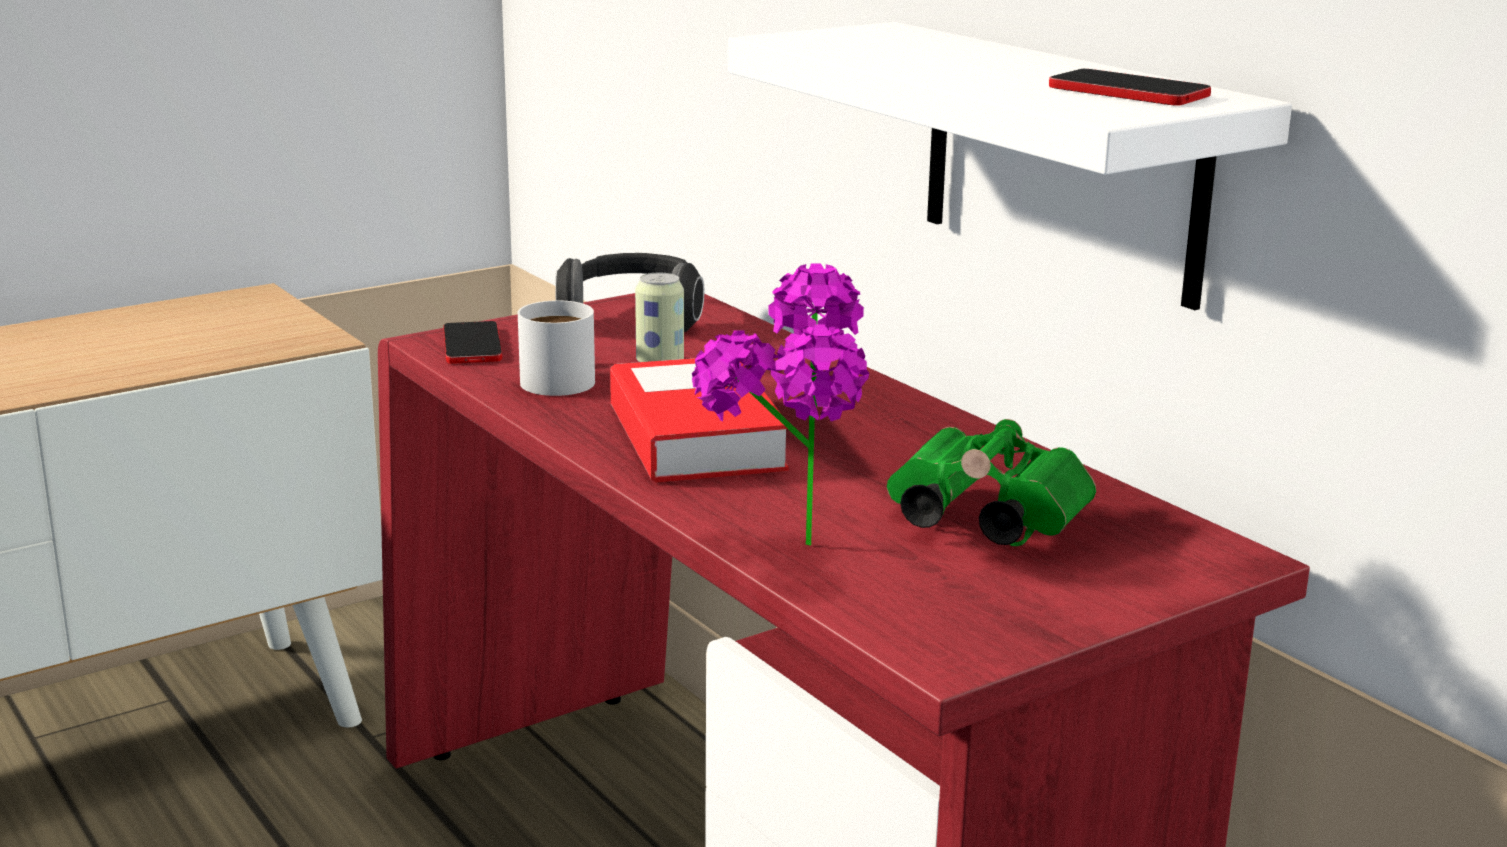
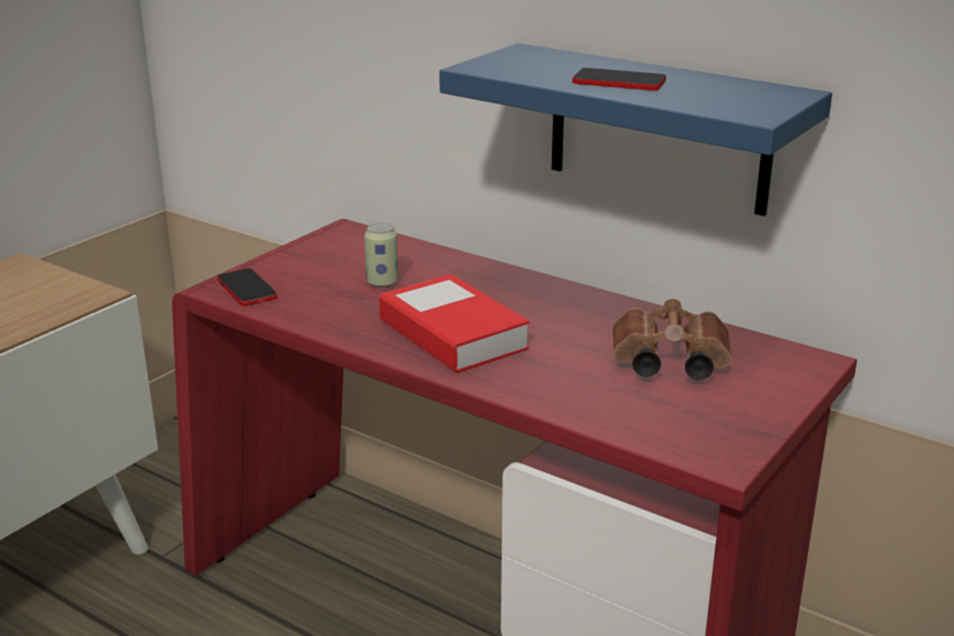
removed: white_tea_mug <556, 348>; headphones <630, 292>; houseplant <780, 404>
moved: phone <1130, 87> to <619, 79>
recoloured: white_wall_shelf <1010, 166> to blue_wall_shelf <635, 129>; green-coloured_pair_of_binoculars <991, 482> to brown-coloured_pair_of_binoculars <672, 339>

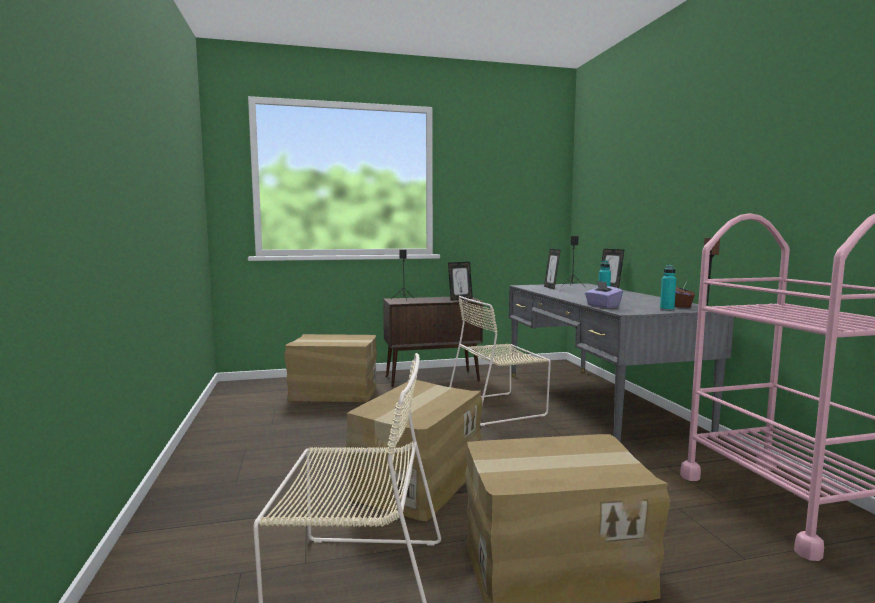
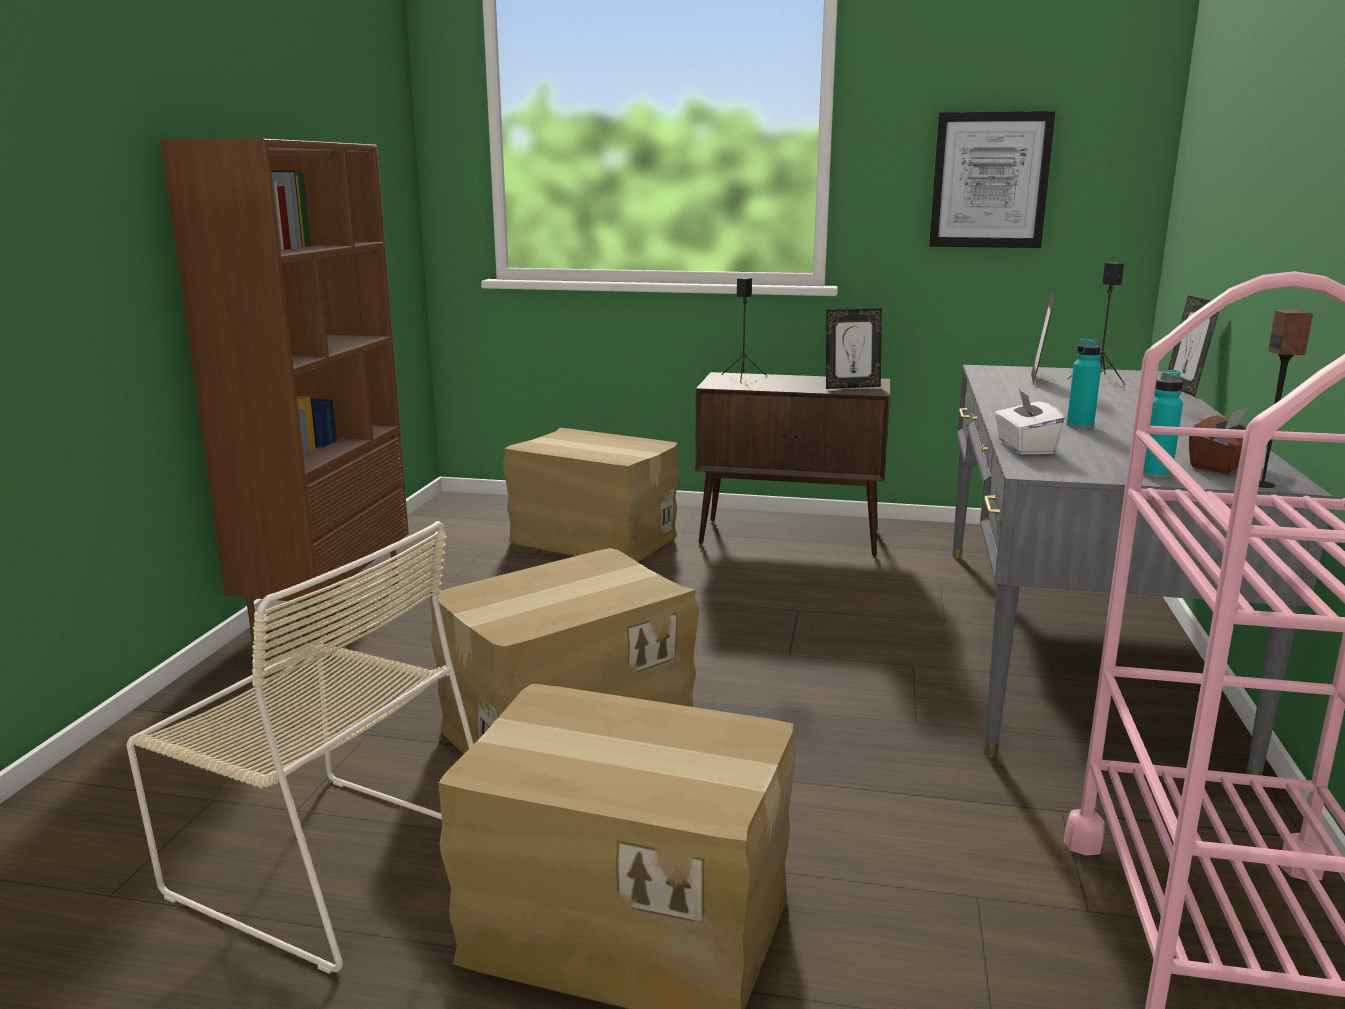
removed: sand-coloured_plain_chair <500, 361>
added: brown-coloured_shelving_unit <284, 391>; picture <992, 179>
recoloured: purple_tissue_holder <604, 294> to white_tissue_holder <1030, 421>

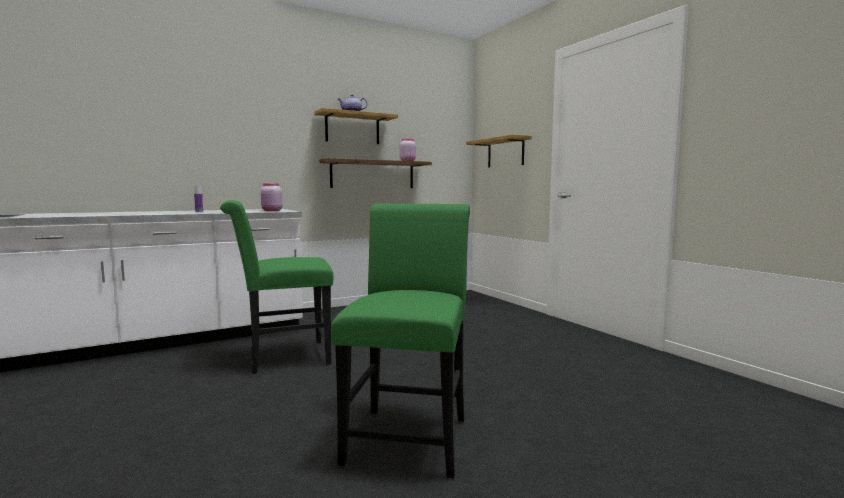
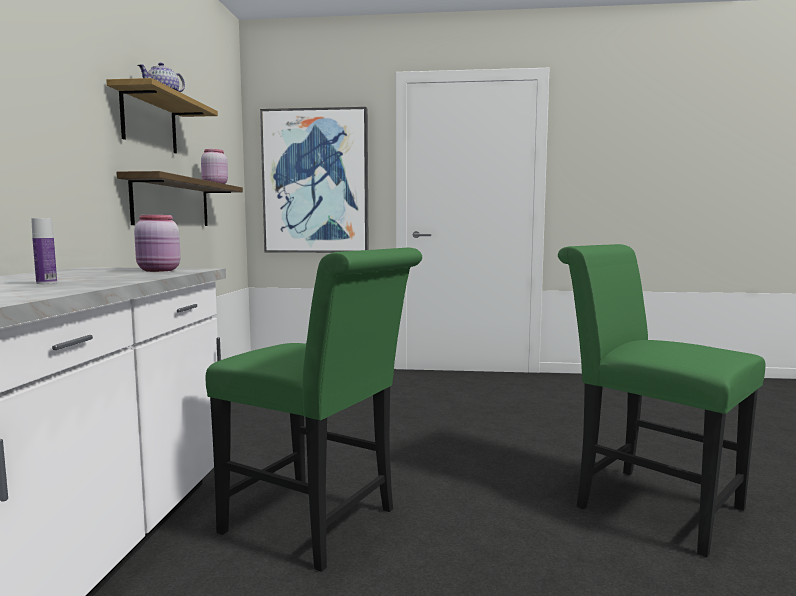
replaced: wall_shelf <499, 150> to picture <314, 180>
turned: green-coloured_plain_chair <277, 287> = <314, 410> 75 degrees counterclockwise

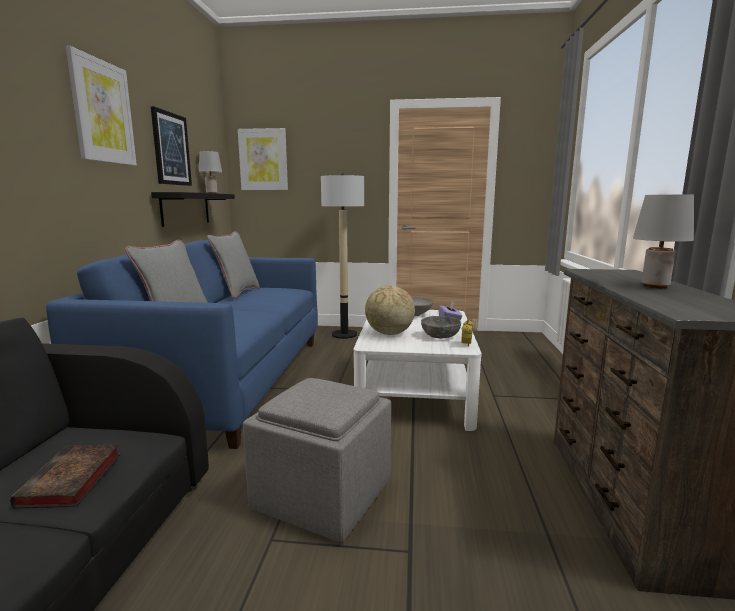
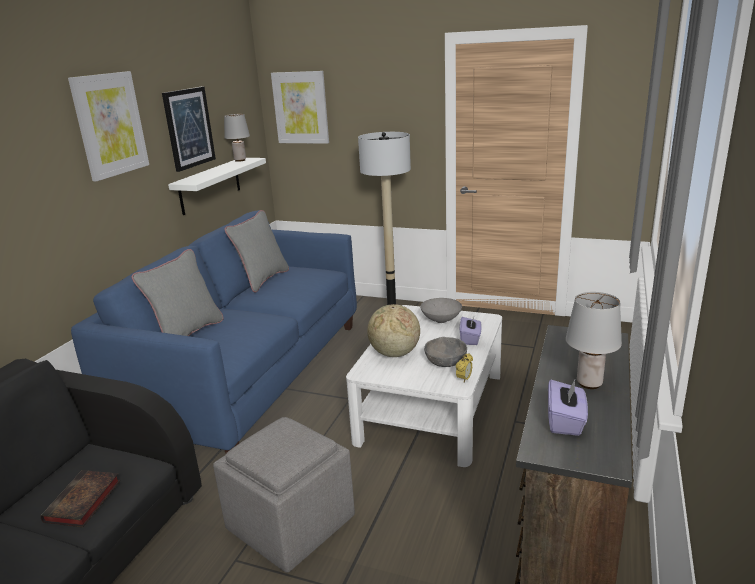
added: purple_tissue_holder <568, 408>
recoloured: blackish_wall_shelf <193, 209> to white_wall_shelf <217, 186>

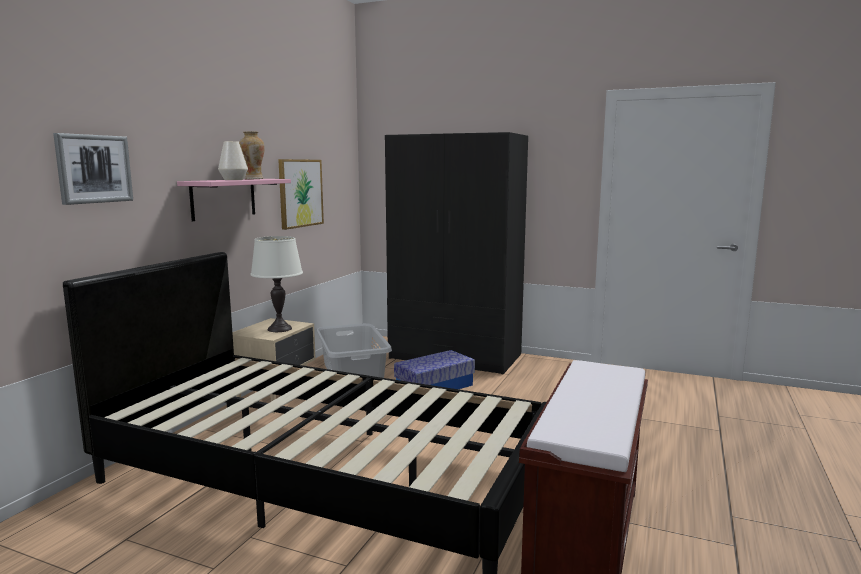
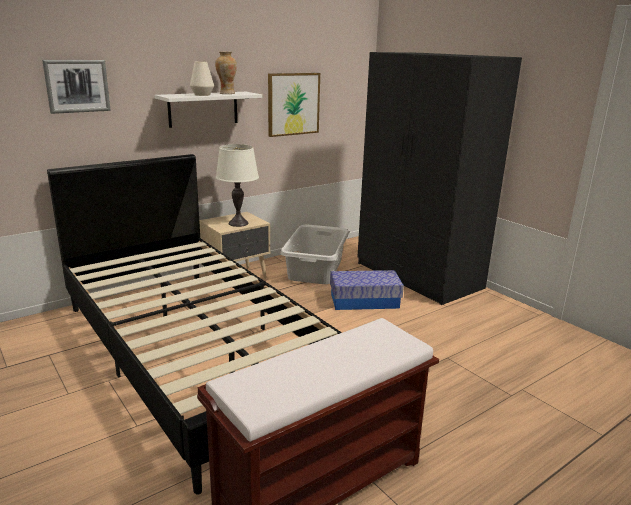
recoloured: pinkish_wall_shelf <234, 200> to white_wall_shelf <208, 110>

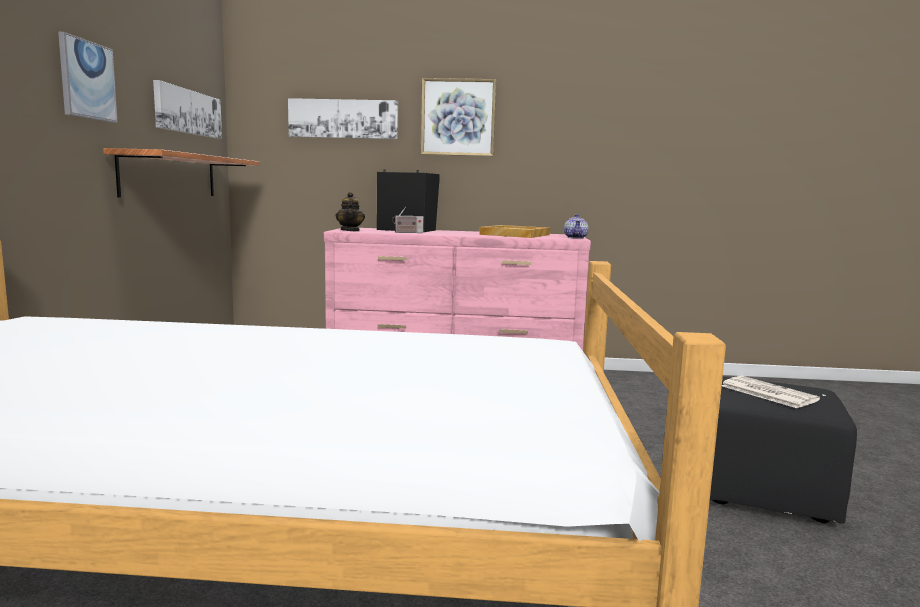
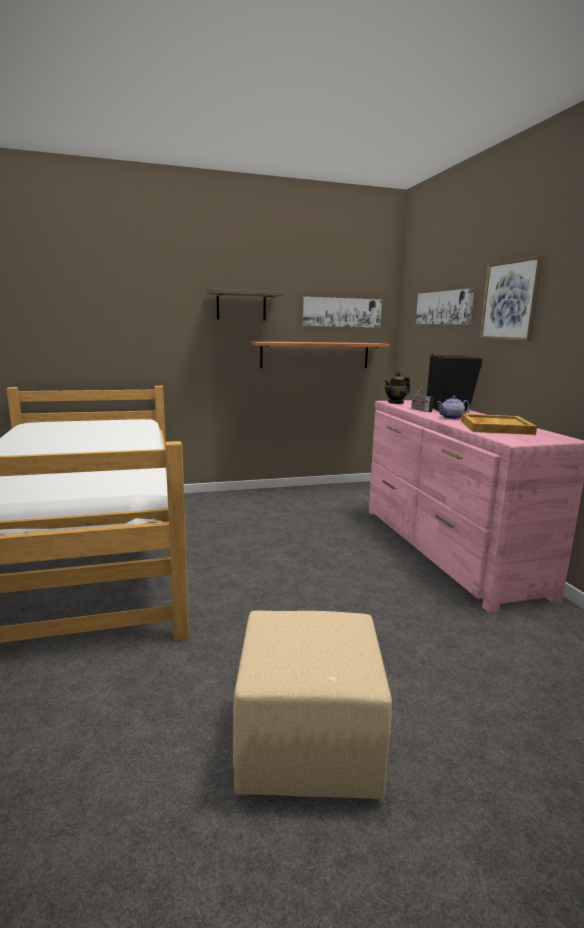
removed: printed_paper <771, 392>
moved: pot_for_tea <576, 226> to <453, 407>
replaced: picture <88, 77> to wall_shelf <244, 304>
recoloured: blackish_ottoman <783, 450> to sand-coloured_ottoman <312, 705>

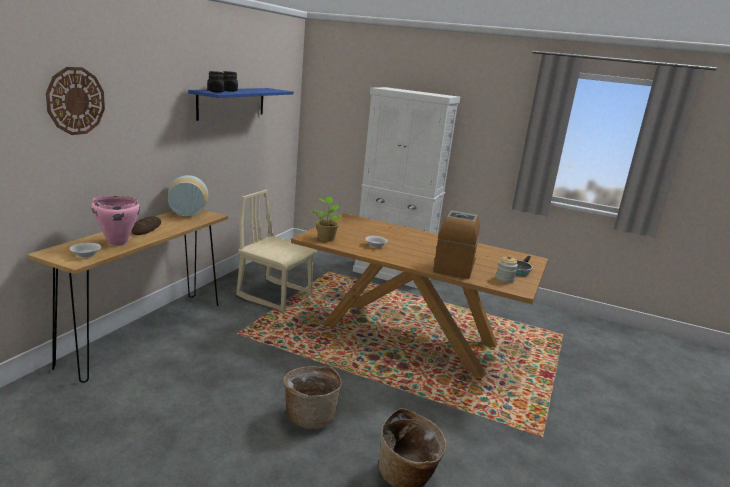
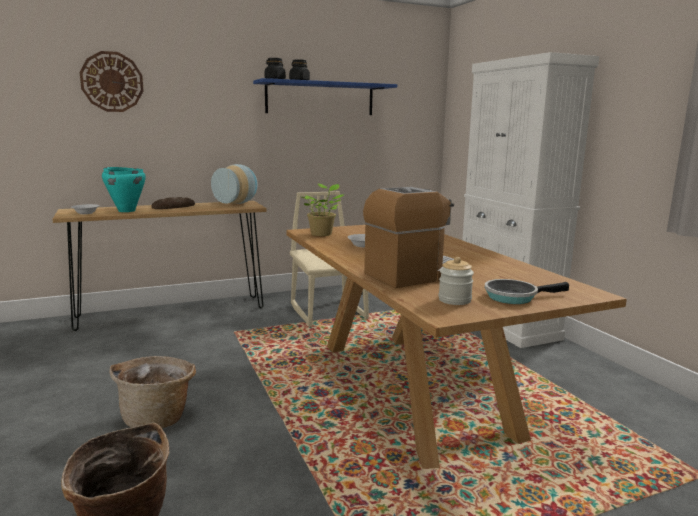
recoloured: pinkish_stockpot <115, 221> to blue-green_stockpot <124, 189>

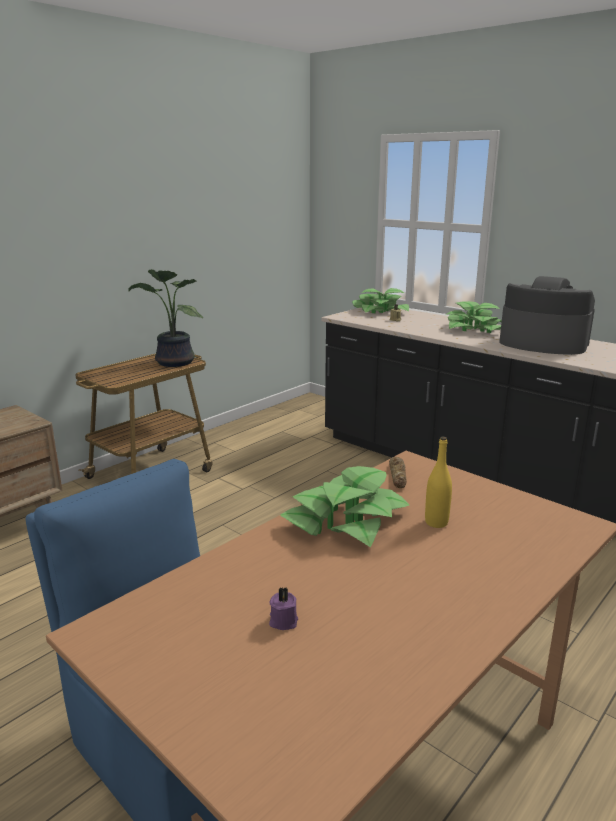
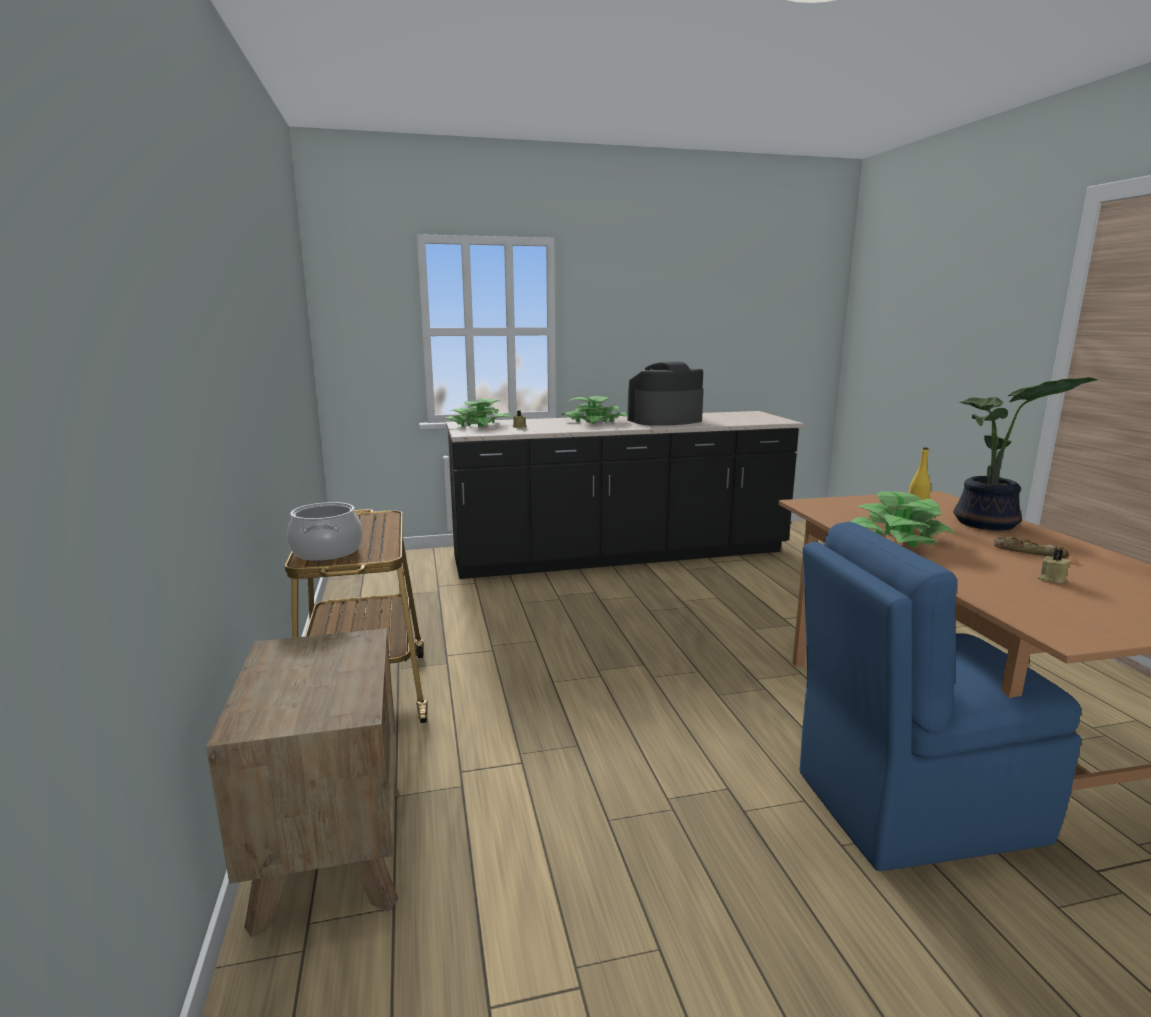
added: stockpot <325, 531>
moved: houseplant <165, 318> to <1026, 454>; baked_bread <398, 472> to <1031, 547>
recoloured: purple_wax_candle <283, 609> to sand-coloured_wax_candle <1054, 566>

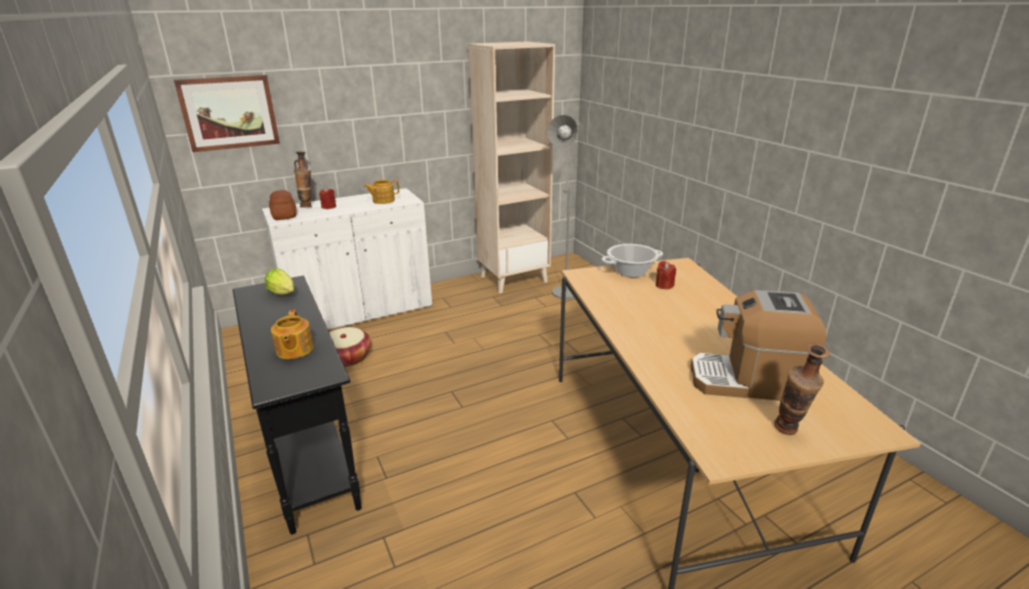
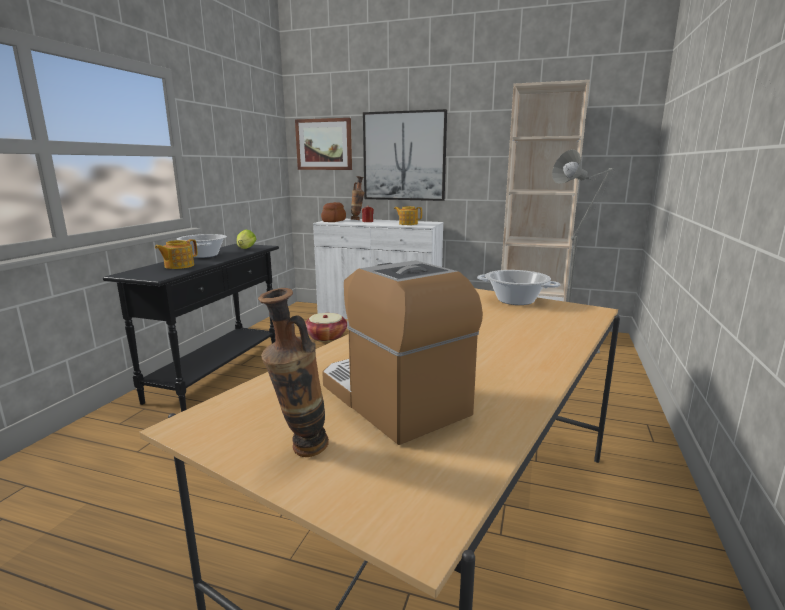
removed: red-coloured_wax_candle <666, 275>
added: stockpot <202, 246>; picture <405, 155>

